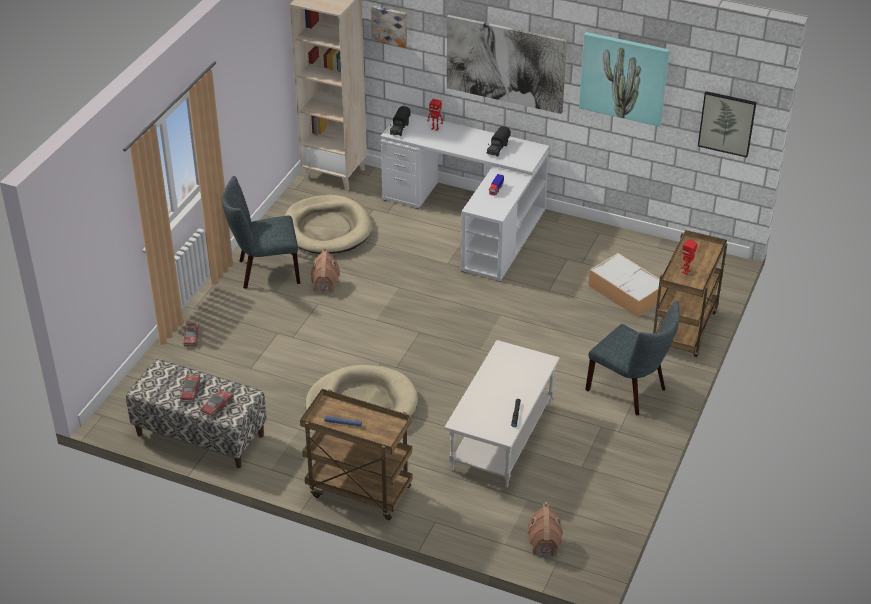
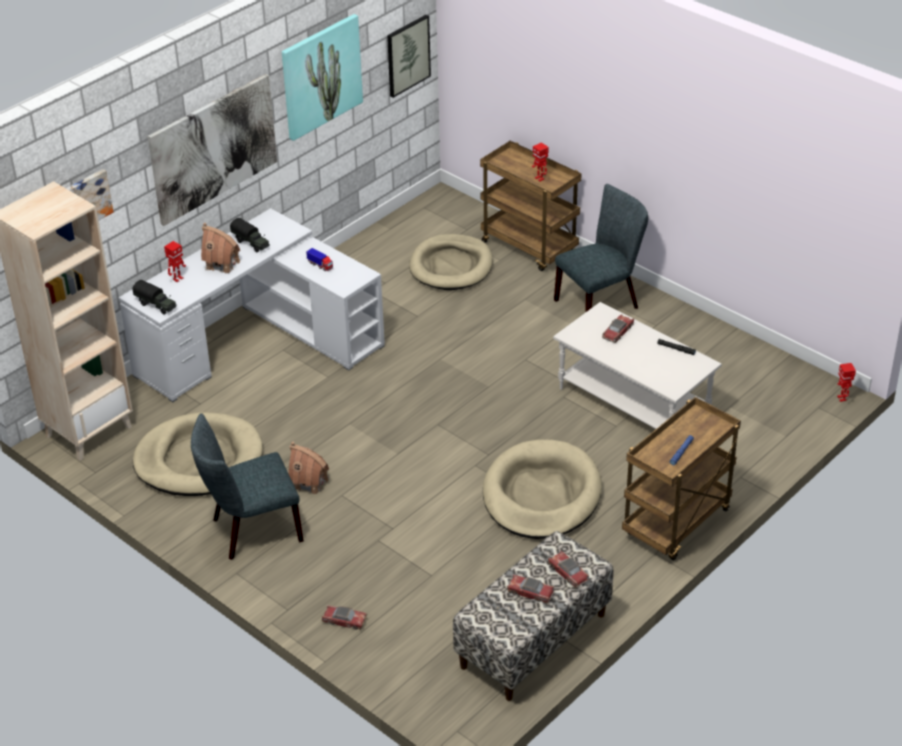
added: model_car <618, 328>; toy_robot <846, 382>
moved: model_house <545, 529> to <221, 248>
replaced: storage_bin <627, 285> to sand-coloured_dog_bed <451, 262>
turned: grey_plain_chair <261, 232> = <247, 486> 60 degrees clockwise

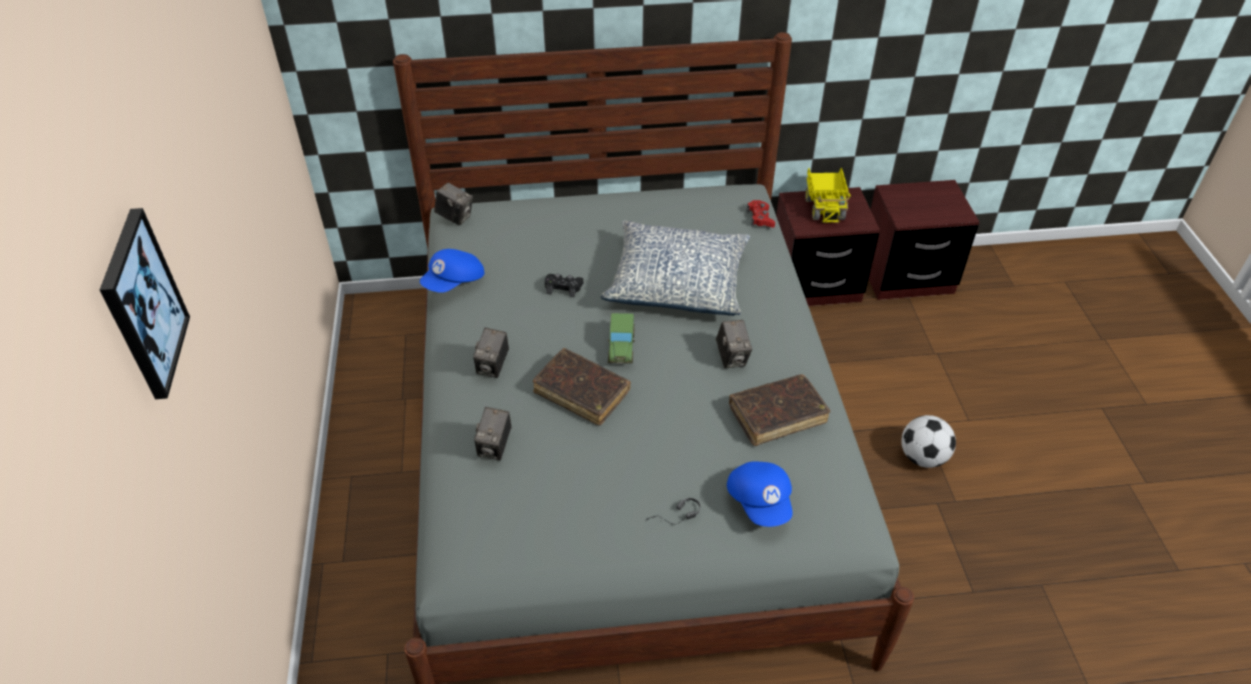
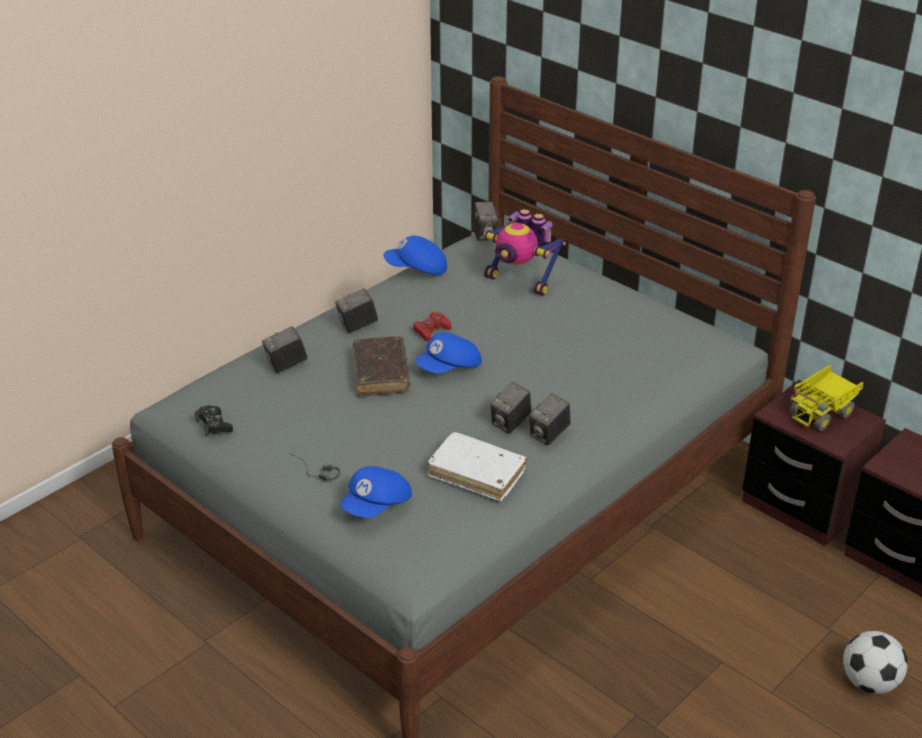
removed: picture <145, 303>; throw_pillow <675, 268>
added: toy_robot <525, 252>; still_camera <549, 419>
moved: blackish_game_controller <564, 285> to <214, 421>; red-coloured_game_controller <761, 214> to <432, 327>; football_ball <928, 441> to <875, 662>
replaced: model_car <621, 338> to blue_peaked_cap <448, 353>
recoloured: brown-coloured_bound_book <779, 410> to white_bound_book <477, 466>

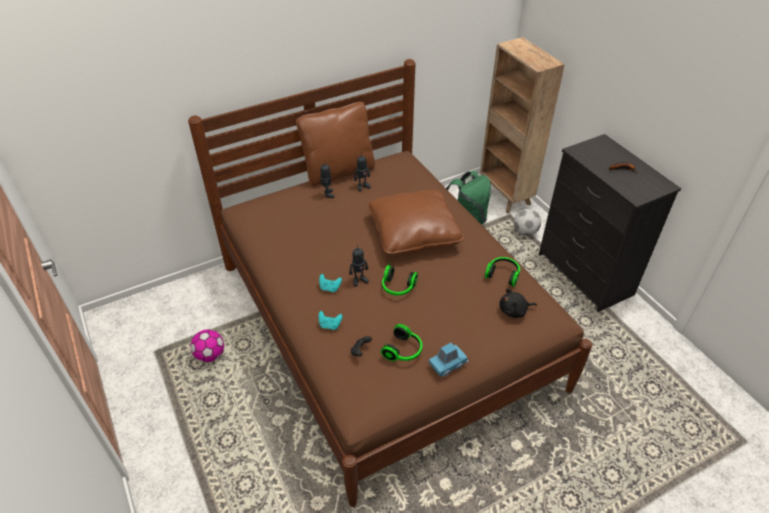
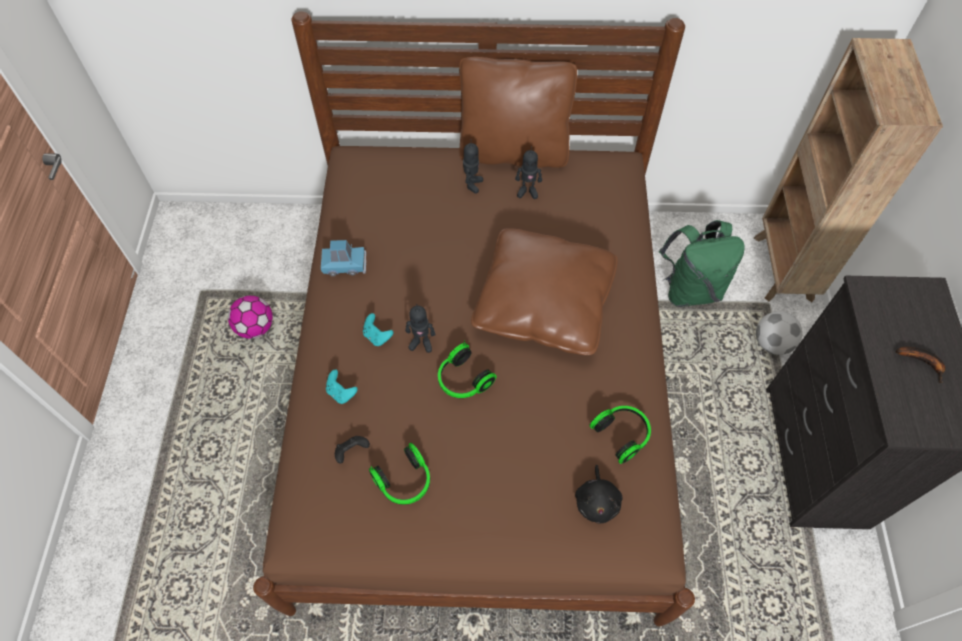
moved: blue_model_car <448, 360> to <343, 258>
turned: blackish_soft_toy <518, 303> = <599, 494> 105 degrees counterclockwise

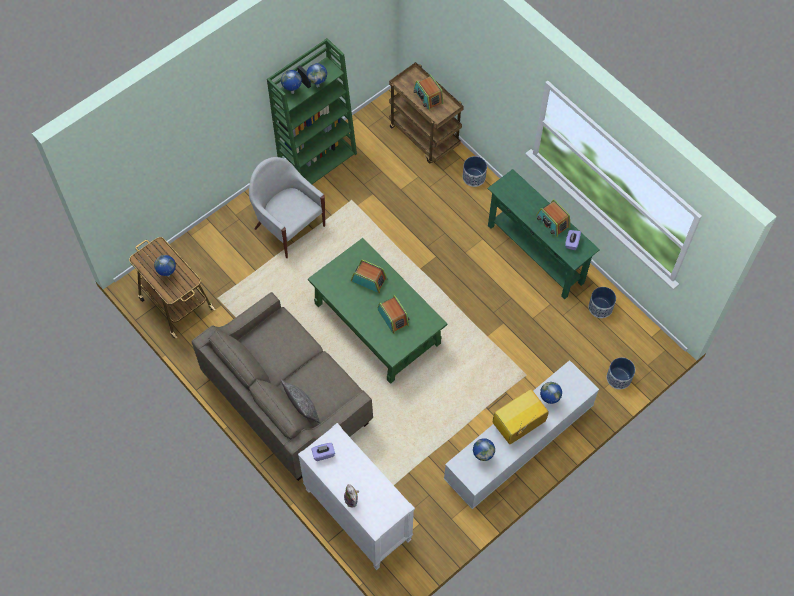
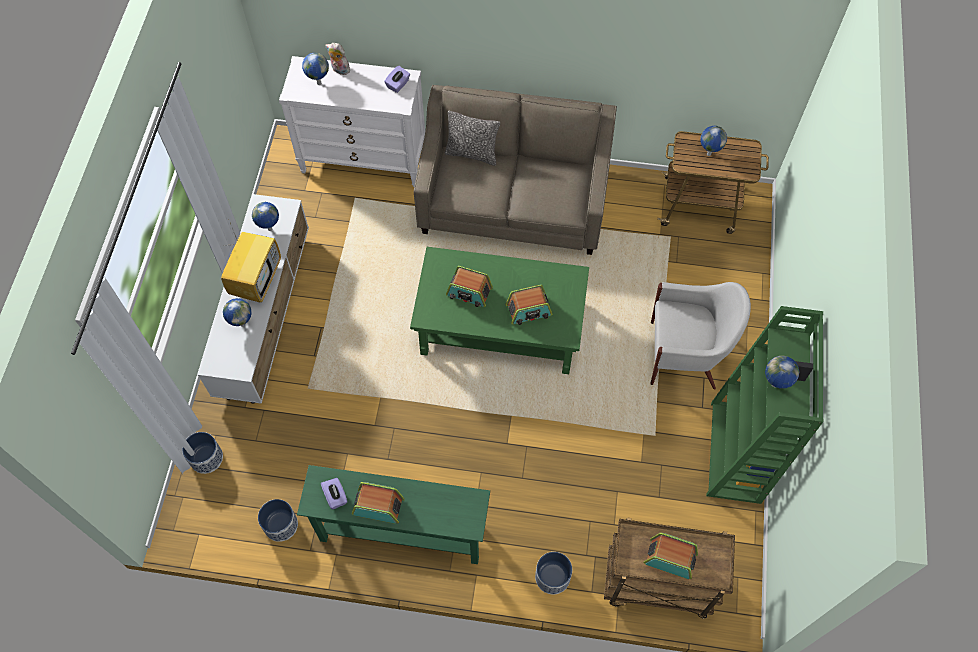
moved: world_globe <291, 82> to <315, 69>

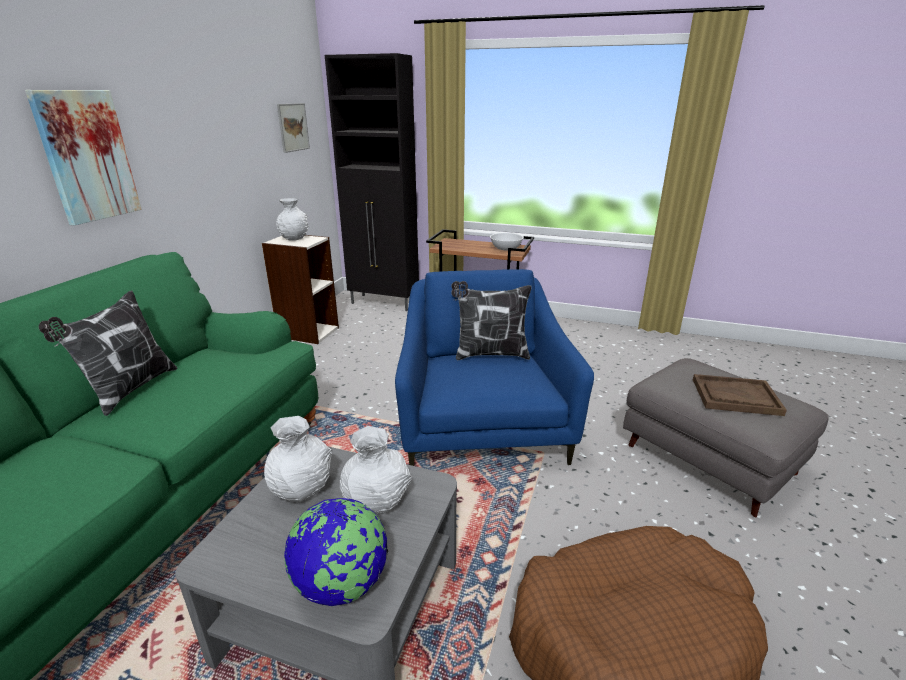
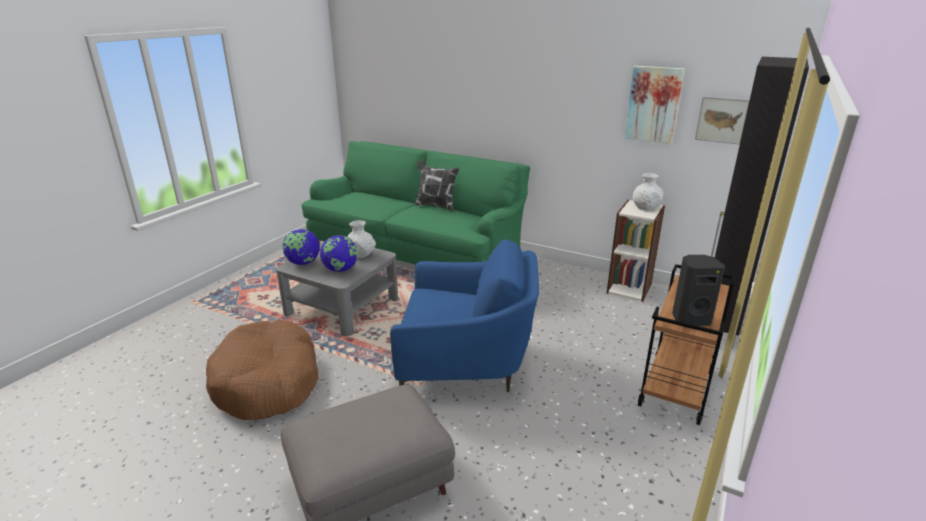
removed: throw_pillow <491, 320>; brown-coloured_serving_tray <740, 395>
moved: picture <83, 157> to <654, 105>
replaced: white_vase <376, 470> to world_globe <339, 253>; white_serving_bowl <507, 241> to blackish_speaker <698, 290>

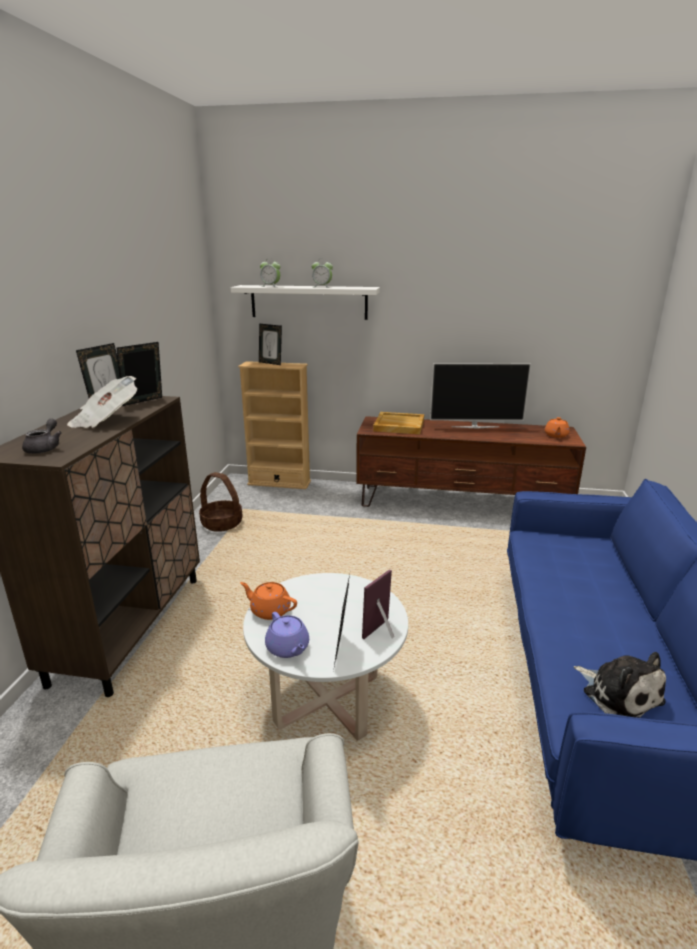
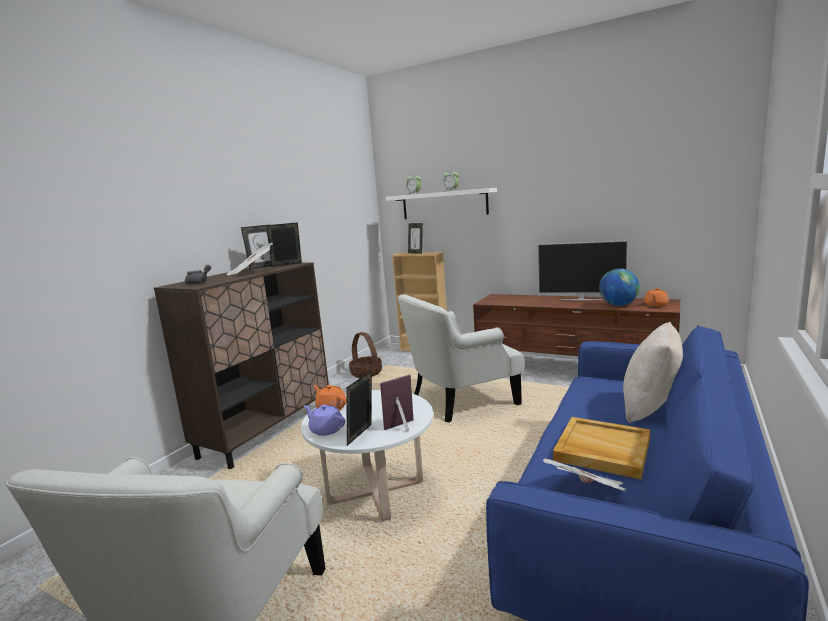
added: white_lounge_chair <461, 359>; world_globe <619, 287>; sand-coloured_throw_pillow <653, 372>
moved: sand-coloured_serving_tray <398, 423> to <601, 448>
replaced: soft_toy <620, 685> to printed_paper <585, 475>
turned: purple_pot_for_tea <287, 635> = <324, 420> 135 degrees clockwise

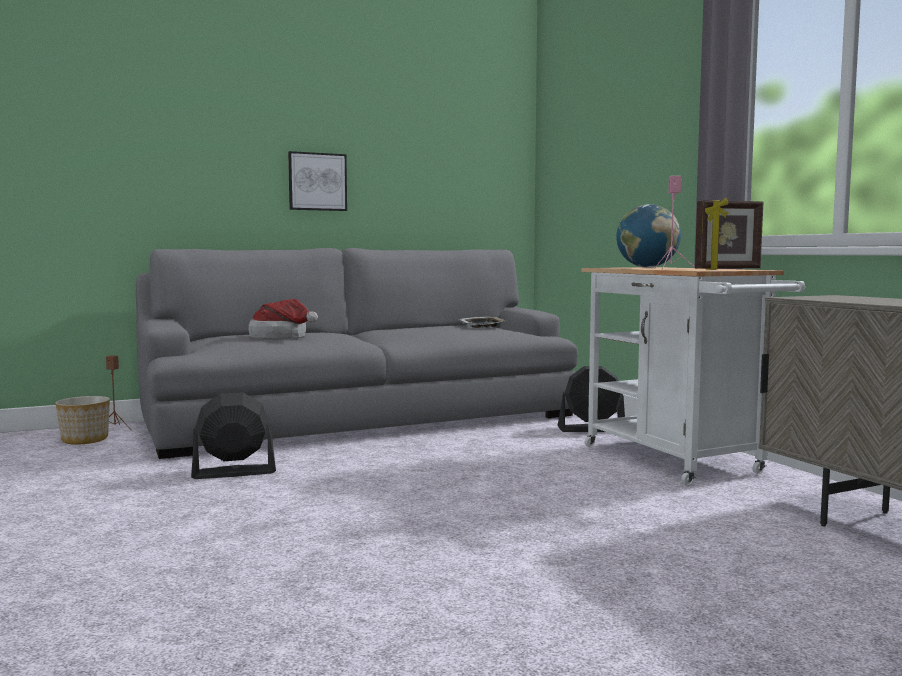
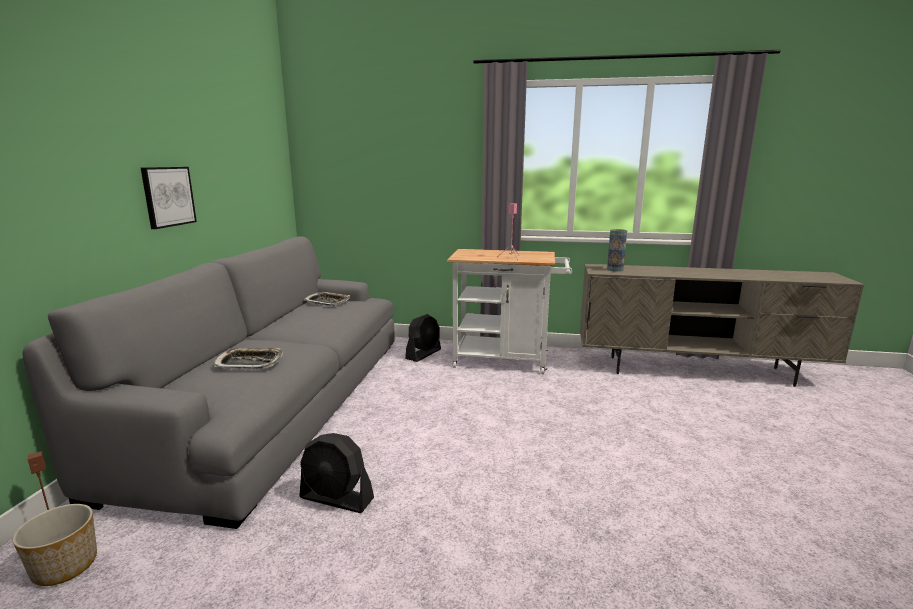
removed: world_globe <648, 236>; photo_frame <729, 234>
added: vase <617, 250>
replaced: clothing_hat <283, 319> to serving_tray <248, 358>
turned: blackish_cooling_fan <233, 435> = <336, 473> 90 degrees counterclockwise

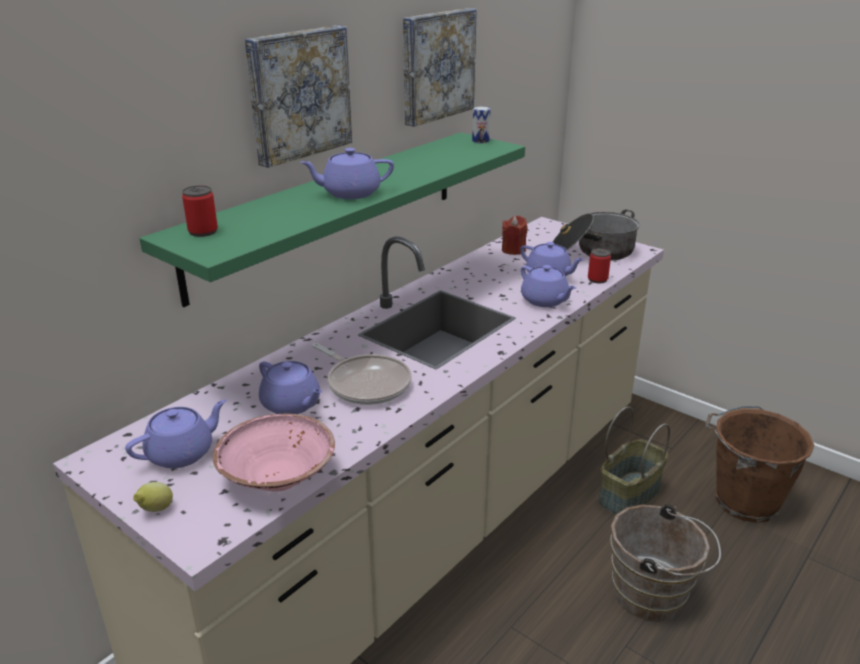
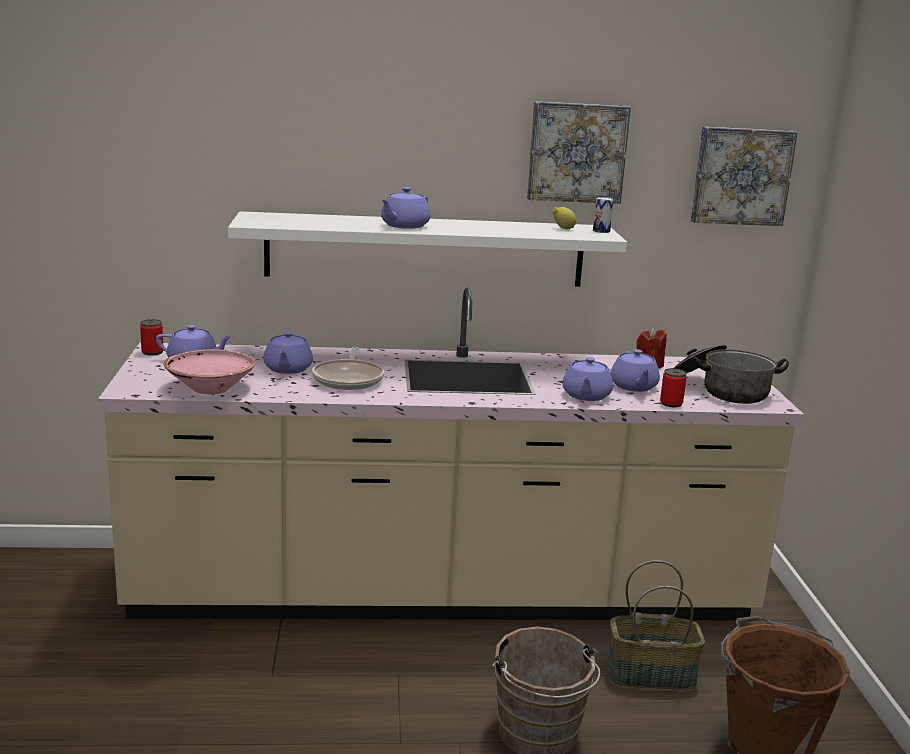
moved: whole_lemon <153, 497> to <564, 218>; metal_can <200, 211> to <151, 337>; picture <298, 96> to <744, 176>
recoloured: green-coloured_wall_shelf <332, 219> to white_wall_shelf <427, 249>
turned: purple_pot_for_tea <347, 173> = <405, 208> 90 degrees counterclockwise

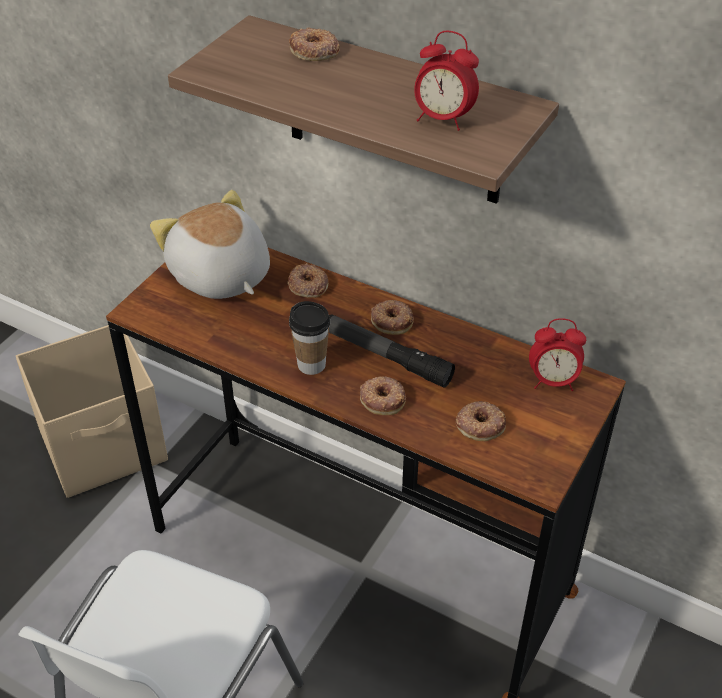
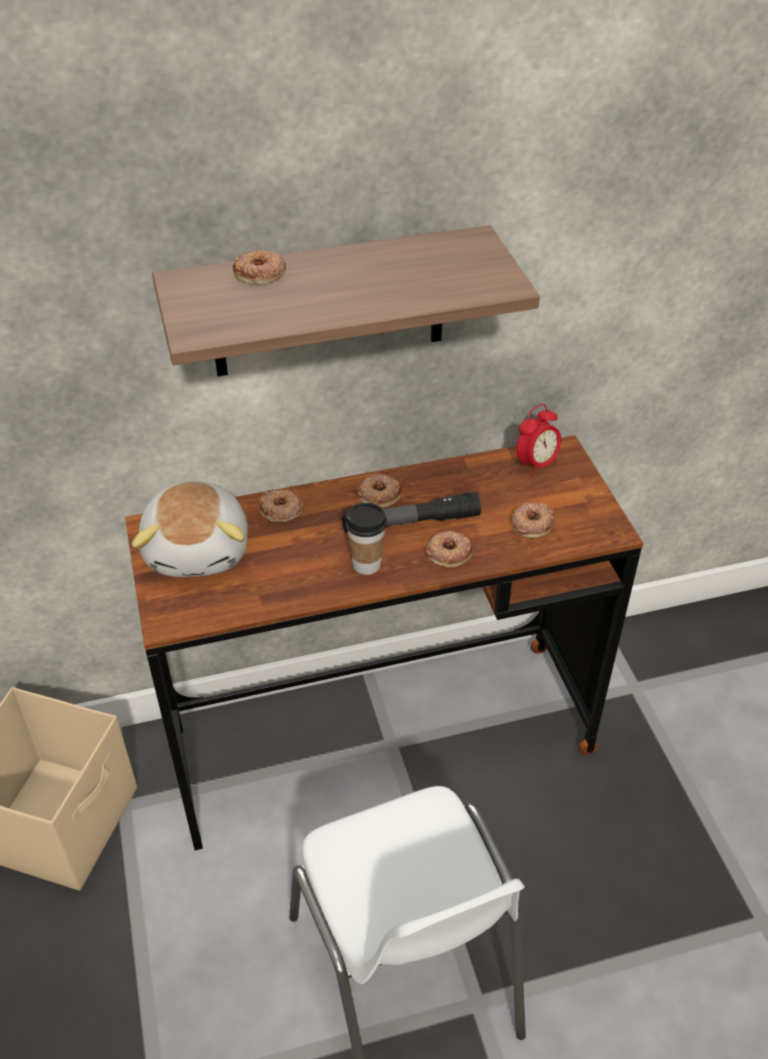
removed: alarm_clock <446, 81>
turned: soft_toy <210, 244> = <190, 528> 105 degrees counterclockwise

